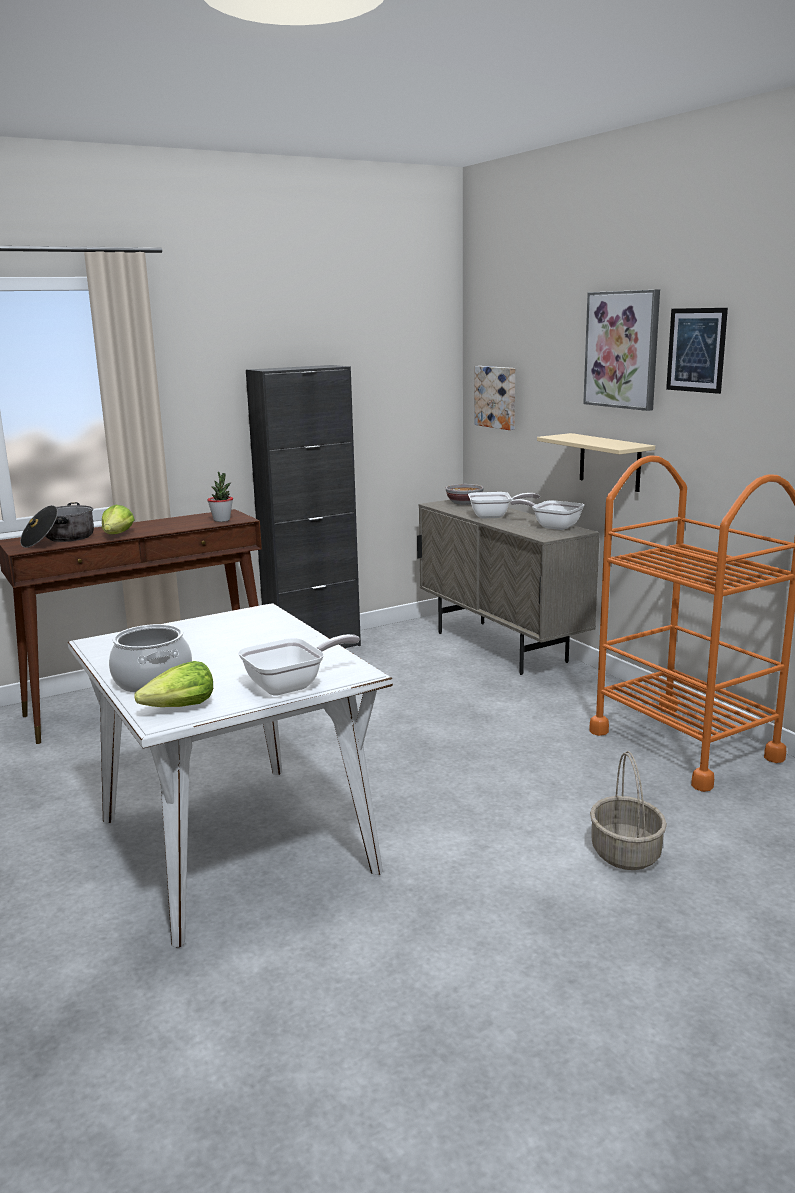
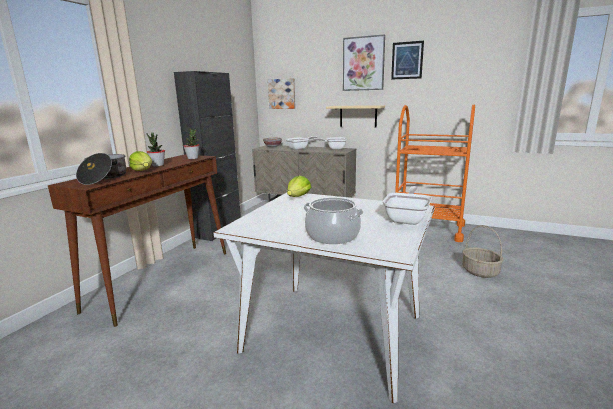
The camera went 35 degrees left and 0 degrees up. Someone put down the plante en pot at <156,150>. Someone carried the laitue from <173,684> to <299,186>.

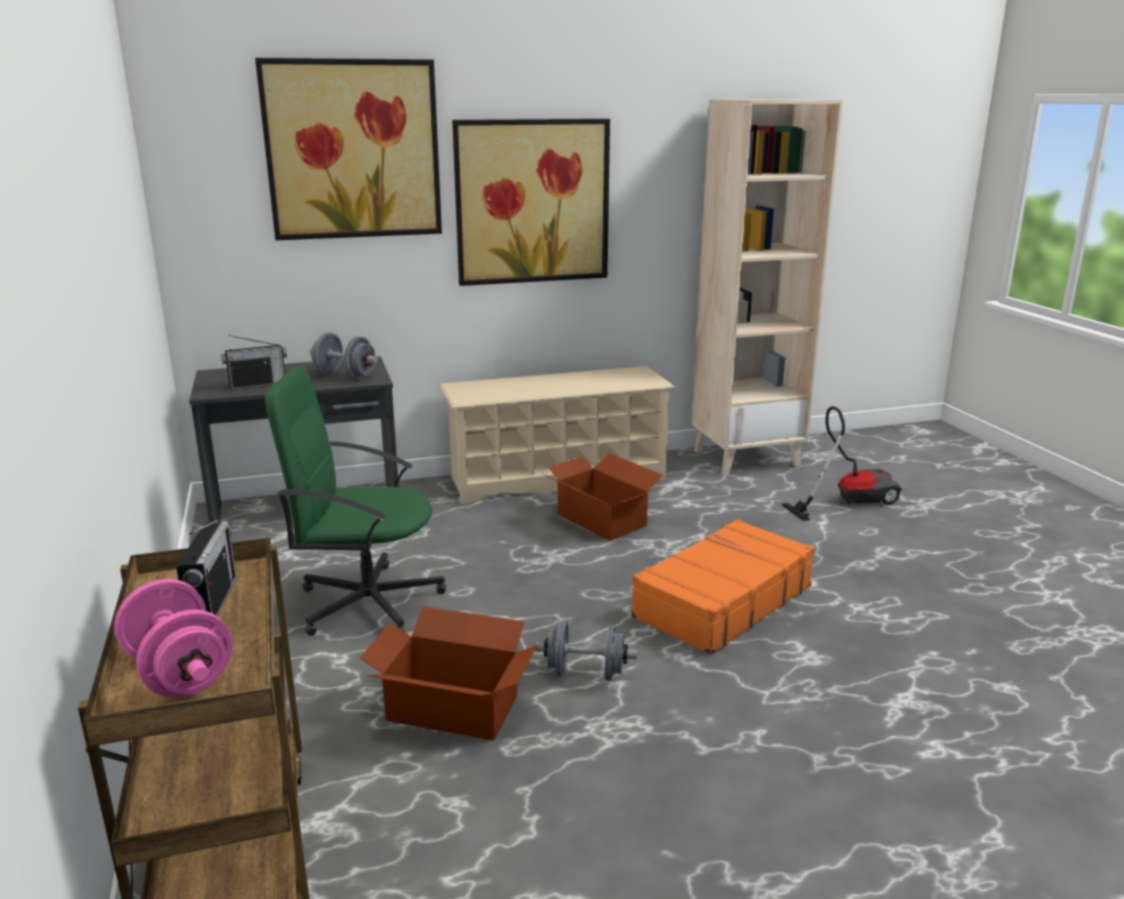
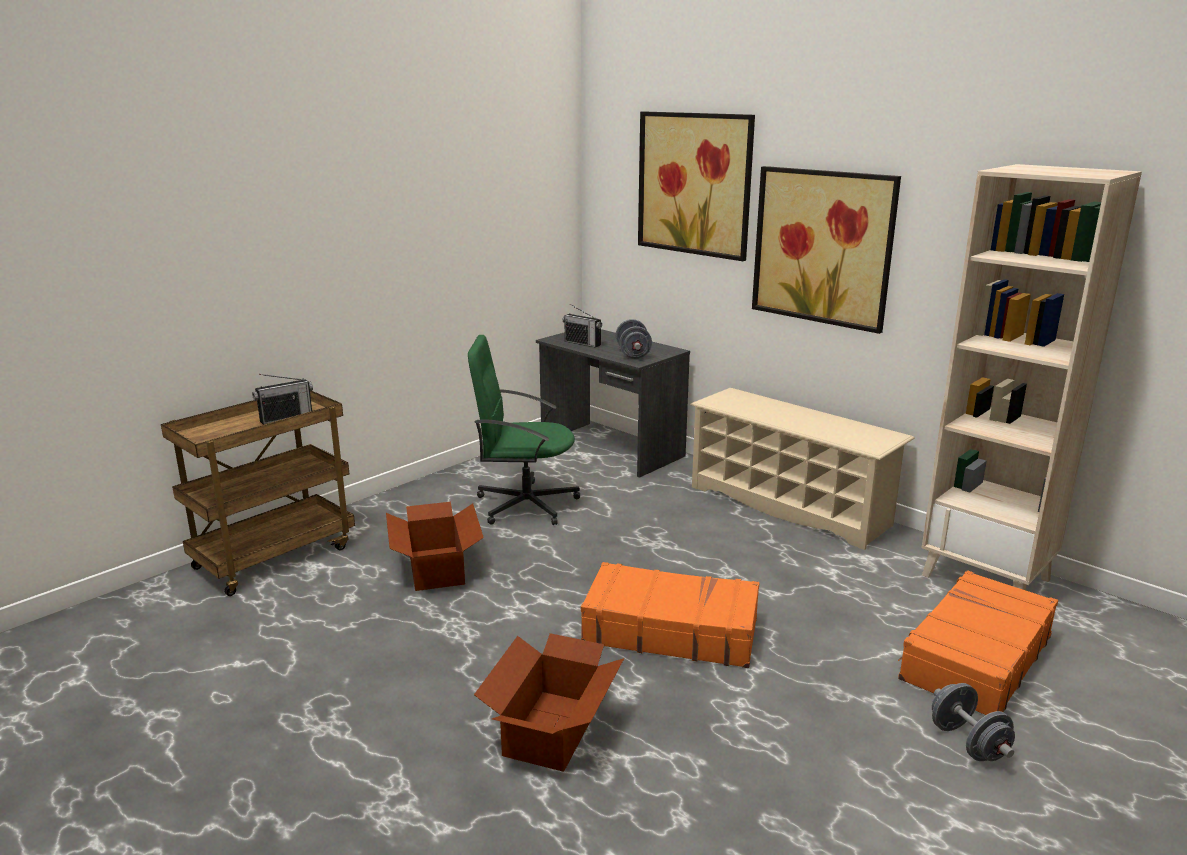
The camera went 60 degrees right and 0 degrees up. Someone rotated the chaise de bureau [vert] at <355,501> by 60 degrees counterclockwise. Someone carried the carton from <602,497> to <549,702>. Someone swapped the aspirateur at <842,463> for the valise [orange] at <978,642>. Someone carried the haltère [gris] from <586,651> to <973,722>. Someone took away the haltère [rose] at <173,638>.

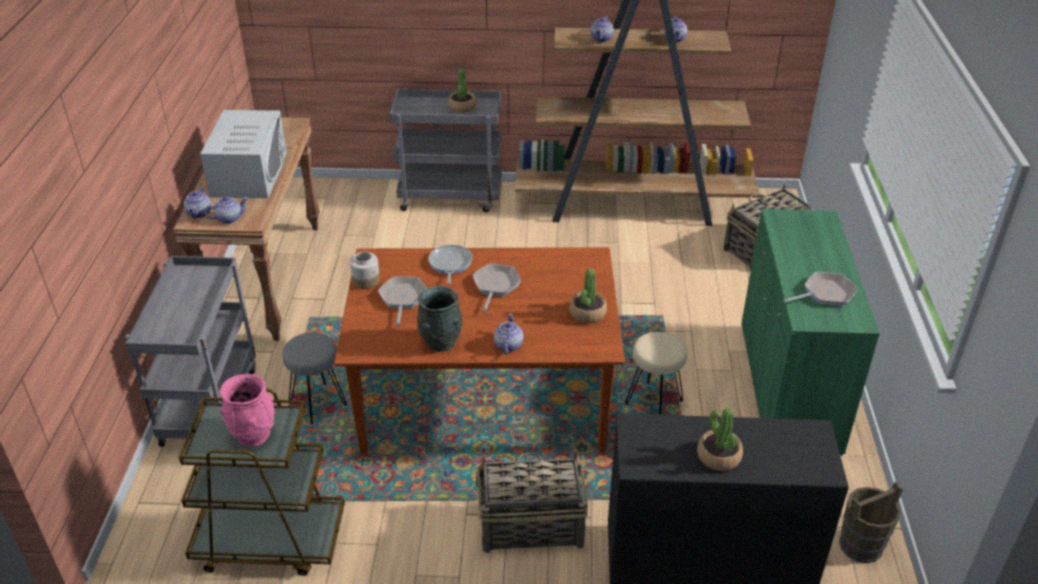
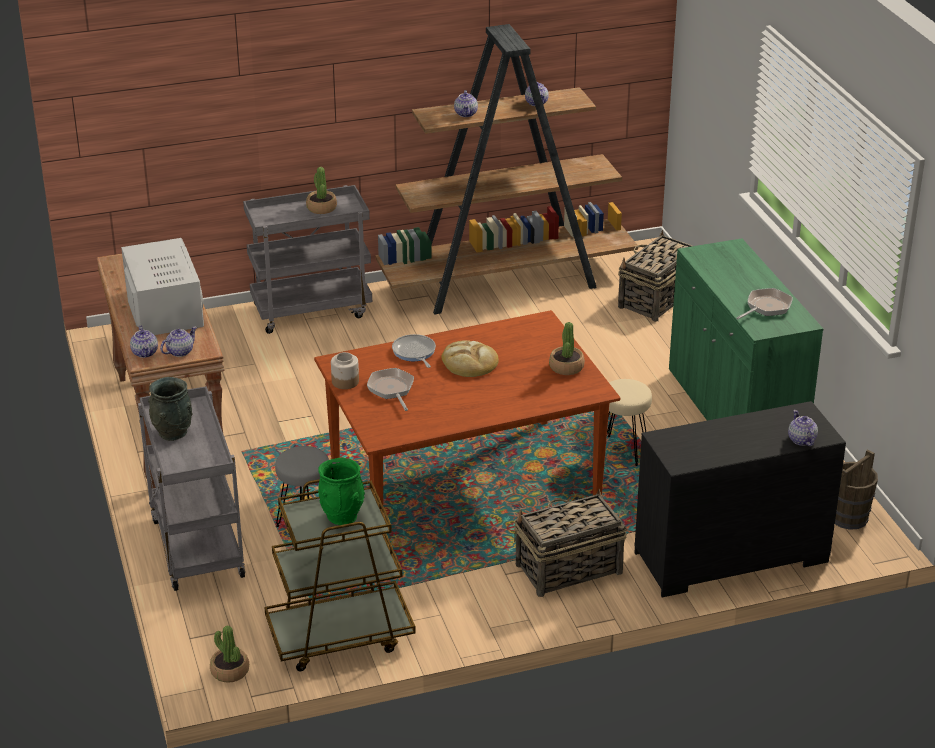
The camera went 20 degrees left and 5 degrees down. Someone carried the vase [gris] from <439,319> to <170,409>. Someone carried the plante en pot from <720,439> to <229,654>. Someone repainted the vase [rose] at <247,410>, which became the vase [vert] at <341,491>. Someone swapped the poêle at <497,287> for the pain at <470,358>. Someone carried the théière from <508,334> to <803,428>.

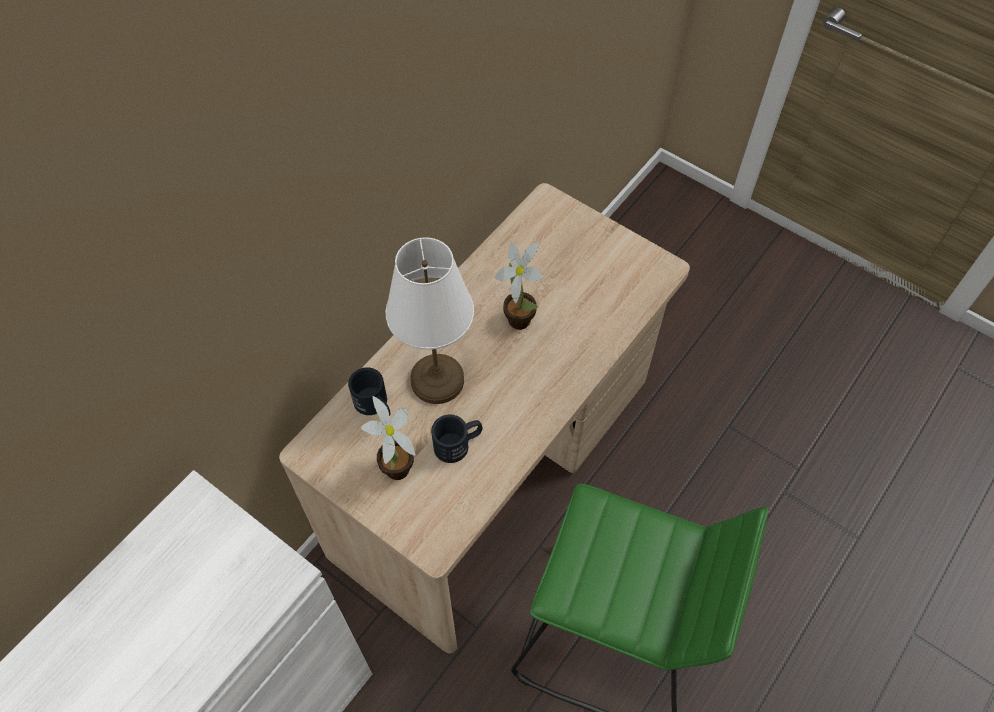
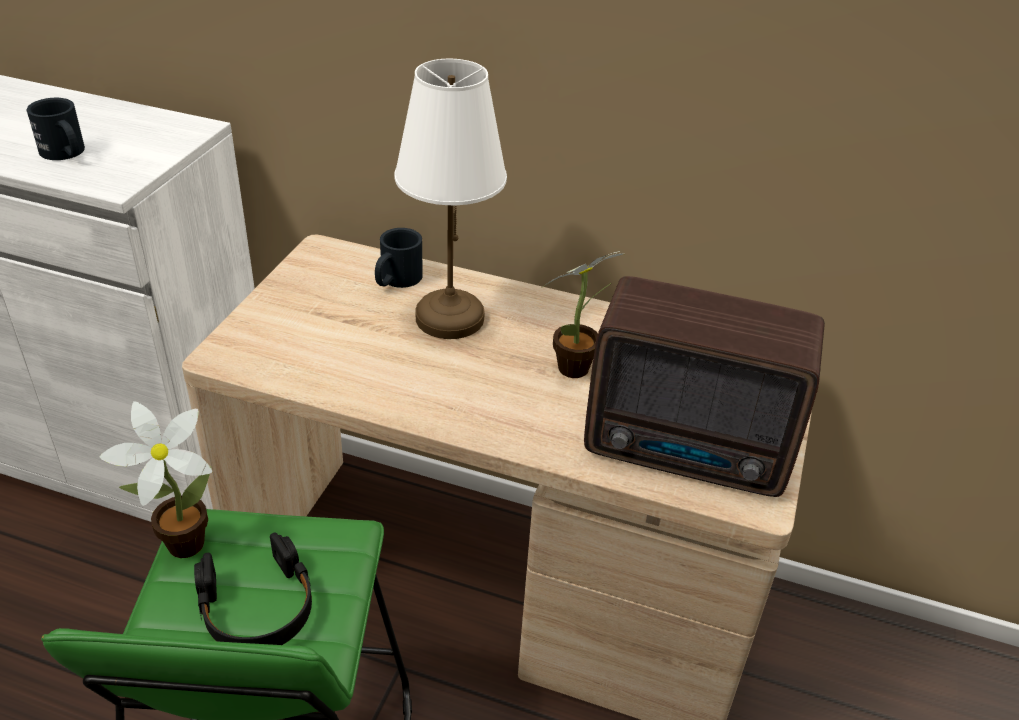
The camera went 70 degrees right and 20 degrees down. Someone carried the mug [noir] from <457,438> to <56,129>. Someone carried the plante en pot from <388,438> to <156,479>. Someone put down the casque audio [noir] at <253,589>. Someone put down the radio at <704,386>.

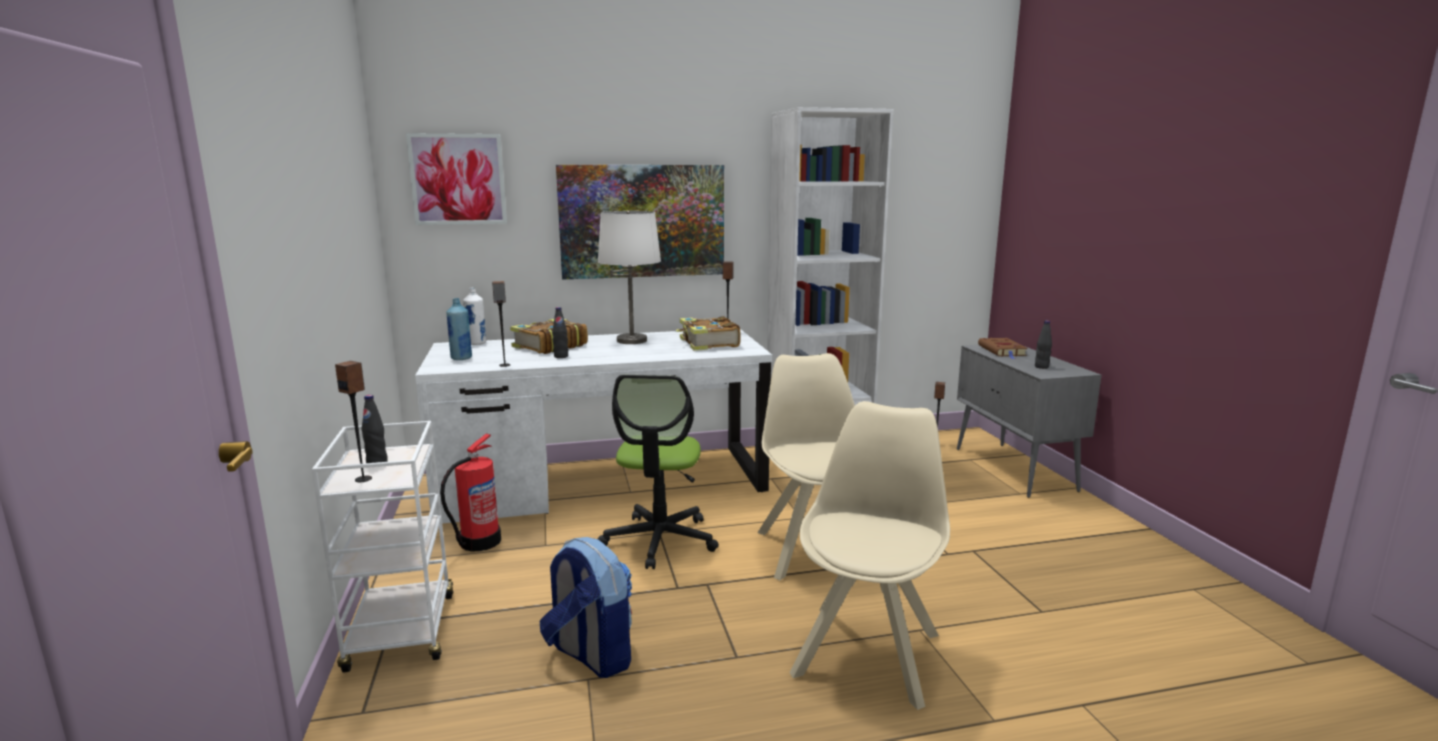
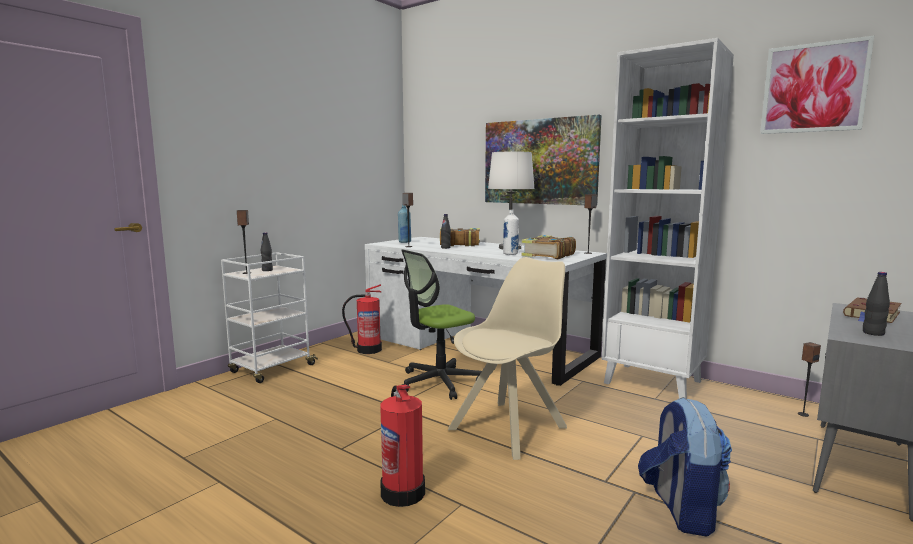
The camera went 50 degrees right and 5 degrees down. Someone swapped the chaise [beige] at <869,555> for the extincteur at <402,446>. Someone carried the bouteille [blanc] from <474,316> to <511,232>. Someone carried the sac à dos from <586,607> to <685,466>. Someone carried the tableau from <456,179> to <817,85>.

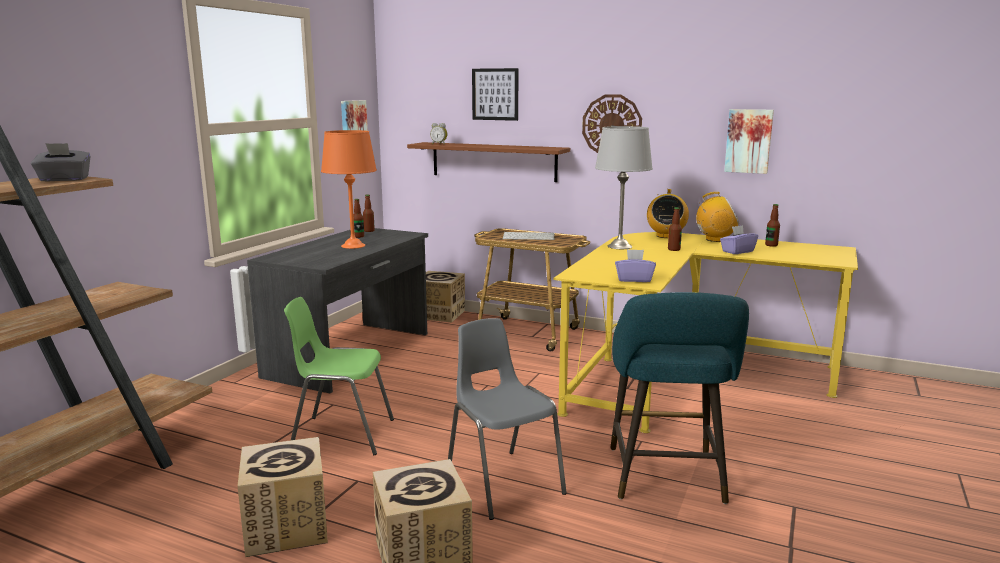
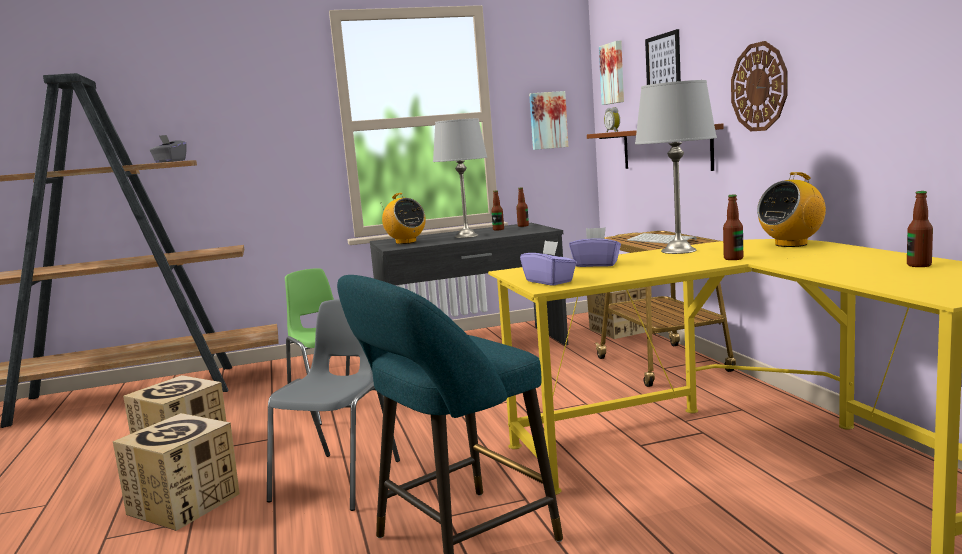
The camera went 50 degrees right and 5 degrees down. Someone carried the radio from <717,217> to <403,218>. Someone repainted the lampe de table [orange] at <349,189>, which became the lampe de table [gris] at <460,178>. Someone carried the boîte à mouchoirs [violet] from <739,239> to <595,247>. Someone carried the tableau from <749,141> to <611,73>.

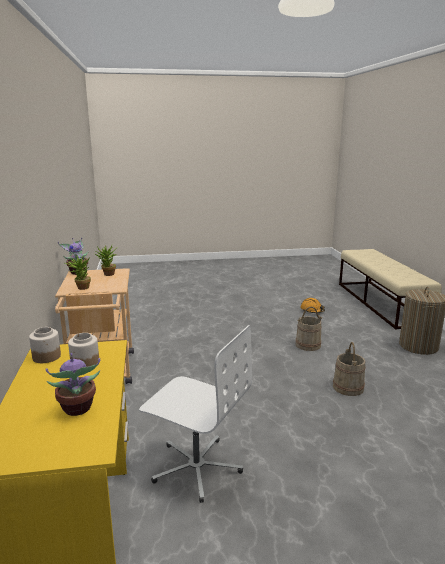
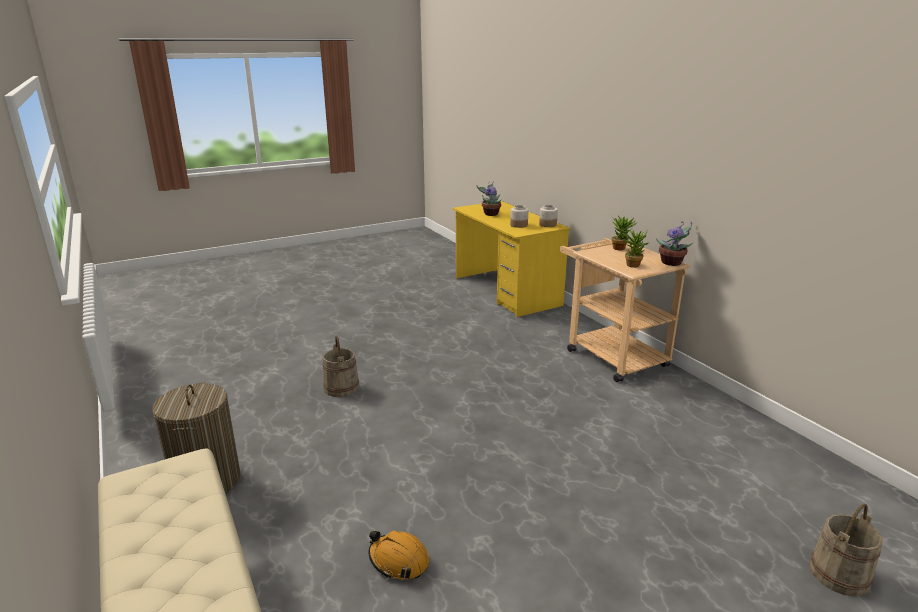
The camera went 160 degrees right and 5 degrees up. Someone carried the seau [beige] from <309,329> to <845,550>. Someone took away the chaise de bureau [blanc] at <195,414>.

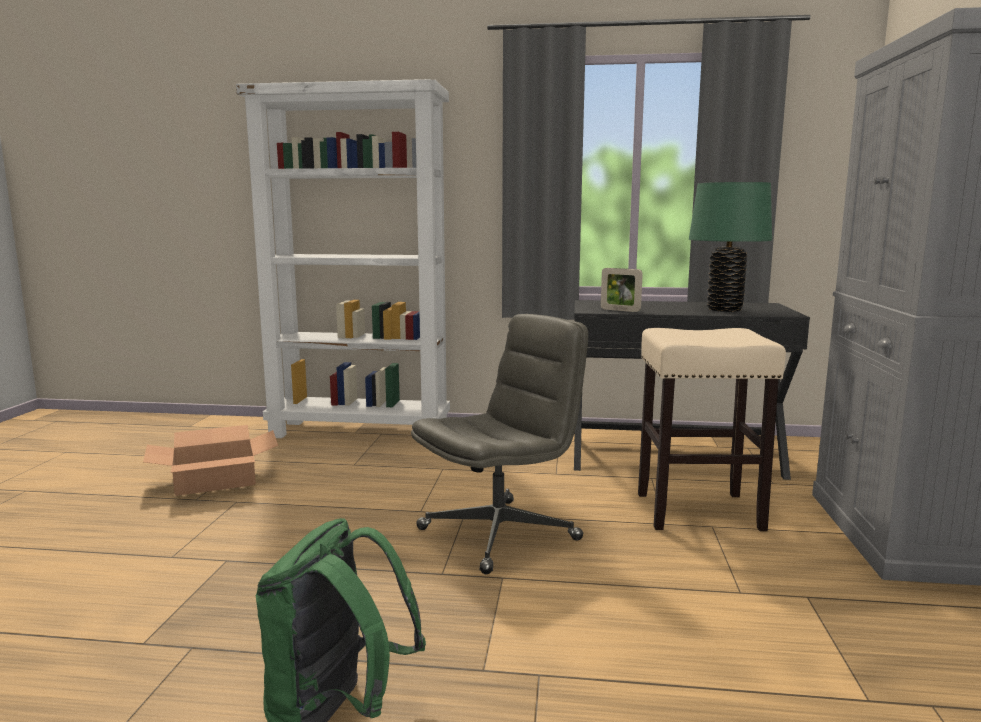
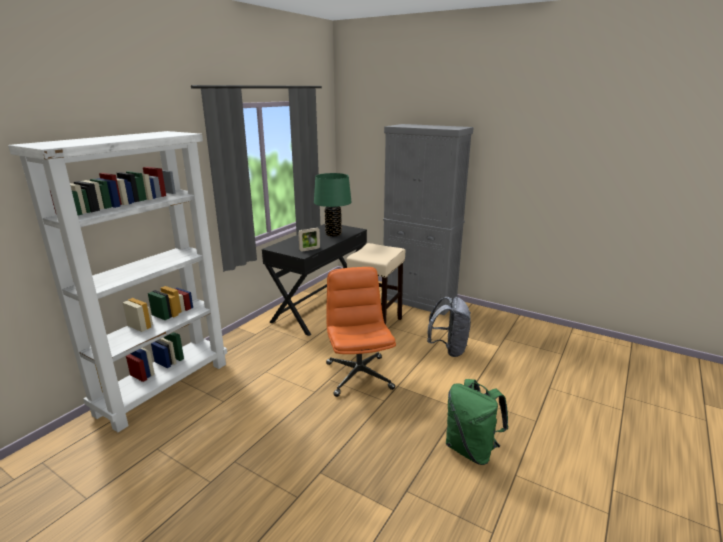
The camera went 65 degrees left and 10 degrees up. Someone repainted the chaise de bureau [gris] at <499,444>, which became the chaise de bureau [orange] at <361,332>. Someone put down the sac à dos [gris] at <449,327>. Someone took away the carton at <210,460>.

